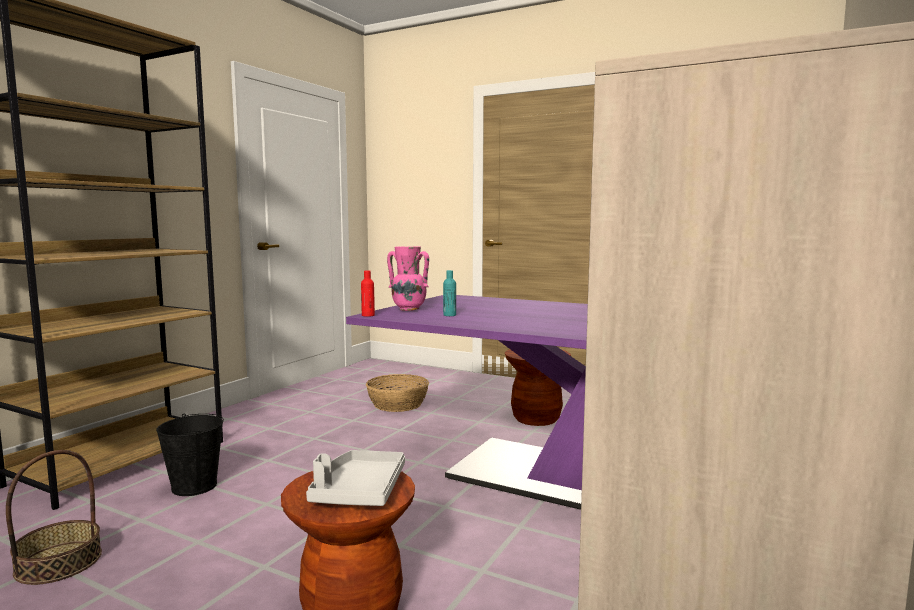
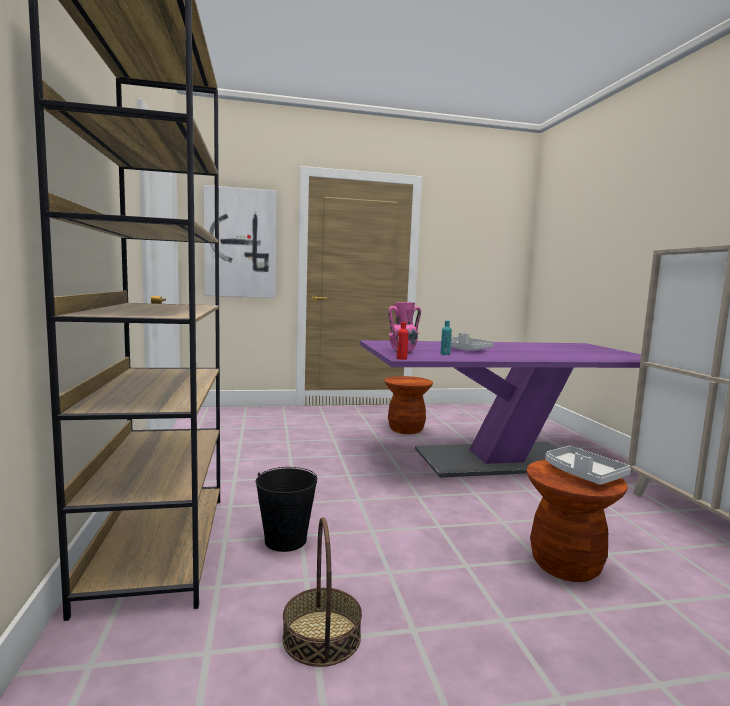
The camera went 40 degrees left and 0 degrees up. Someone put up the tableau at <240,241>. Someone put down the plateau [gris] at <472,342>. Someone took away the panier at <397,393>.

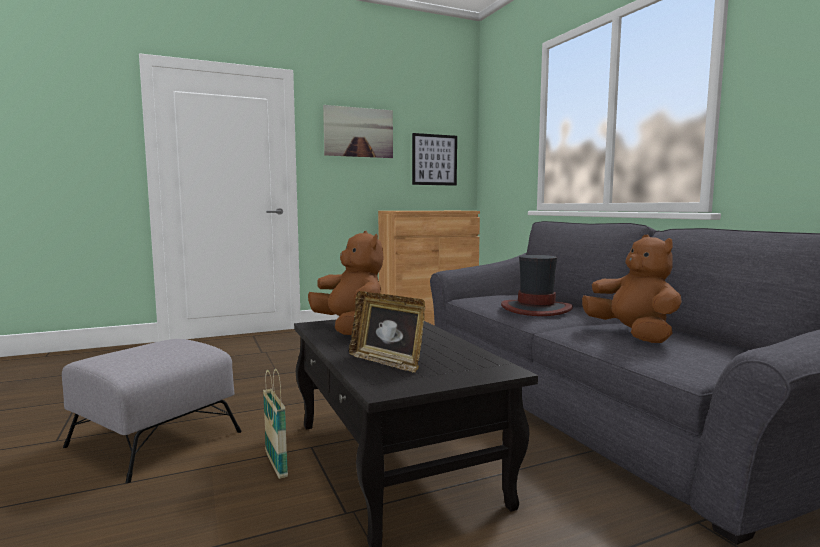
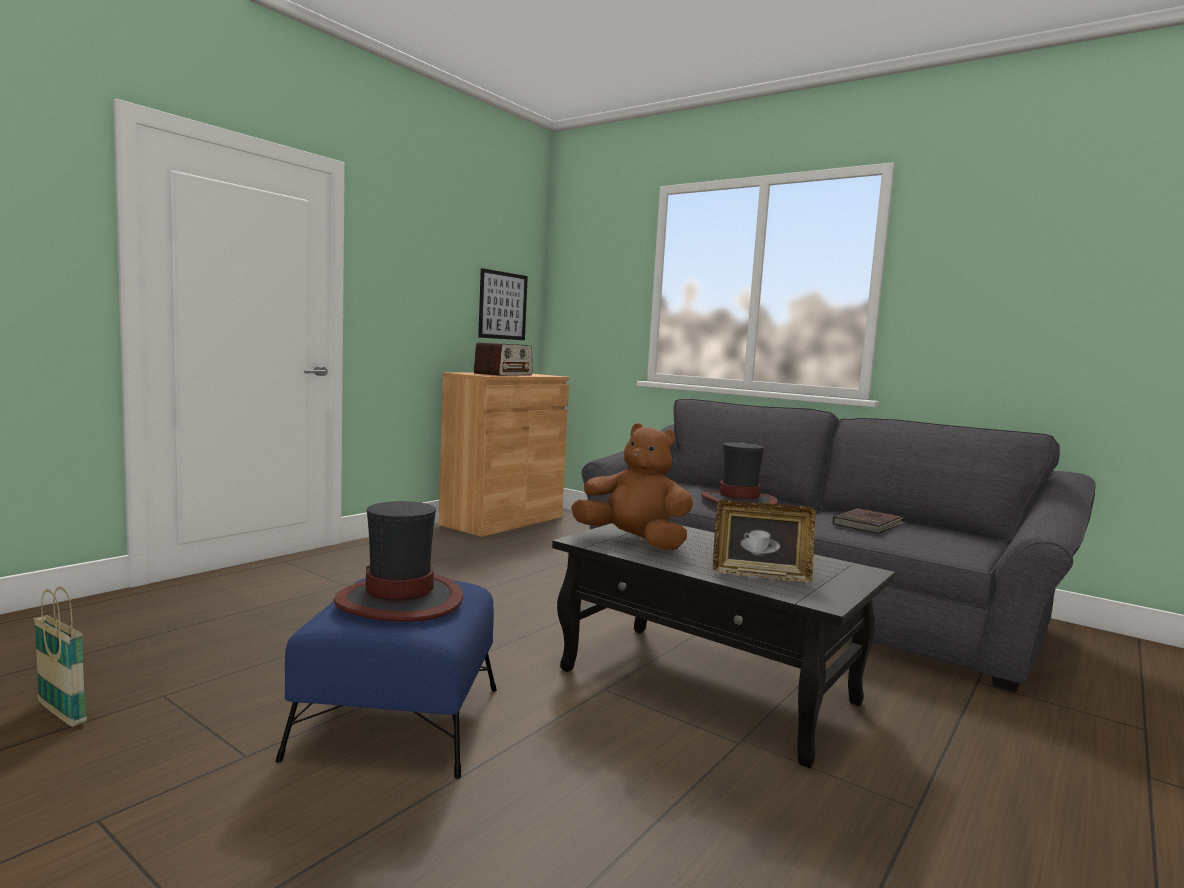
The camera went 30 degrees left and 0 degrees up. Someone carried the panier from <275,423> to <60,656>. Someone repainted the pouf [gris] at <152,411>, which became the pouf [bleu] at <386,678>. Someone put down the chapeau at <398,561>. Someone put down the radio at <503,359>. Someone swapped the peluche [marron] at <632,288> for the livre [marron] at <869,521>. Someone took away the tableau at <358,131>.

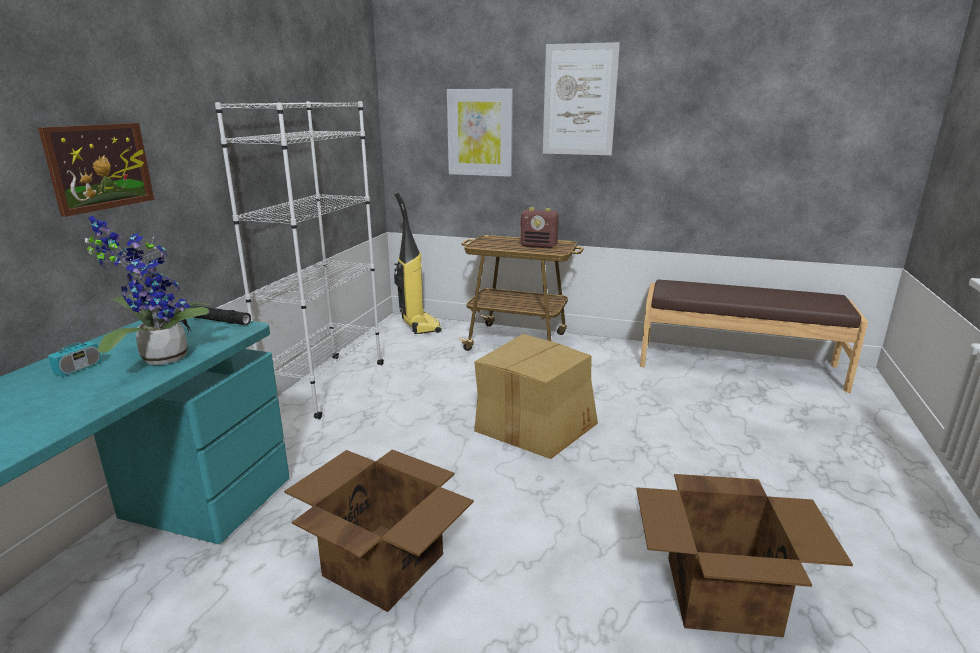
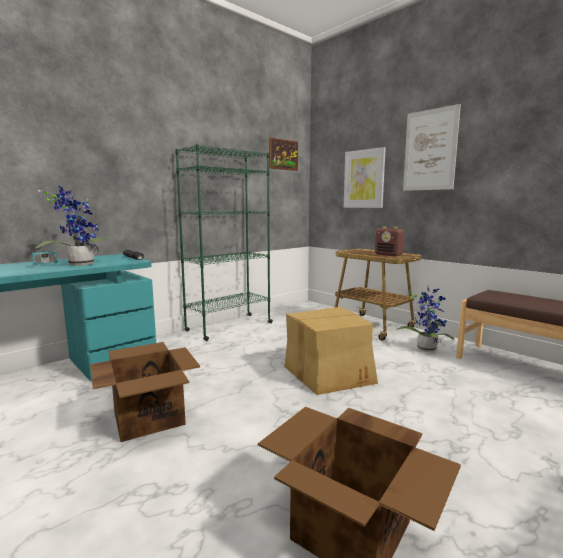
The camera went 30 degrees right and 10 degrees down. Someone repainted the bibliothèque [blanc] at <299,260>, which became the bibliothèque [vert] at <224,242>. Someone carried the tableau from <96,170> to <283,154>. Someone put down the plante en pot at <425,320>. Someone took away the aspirateur at <418,263>.

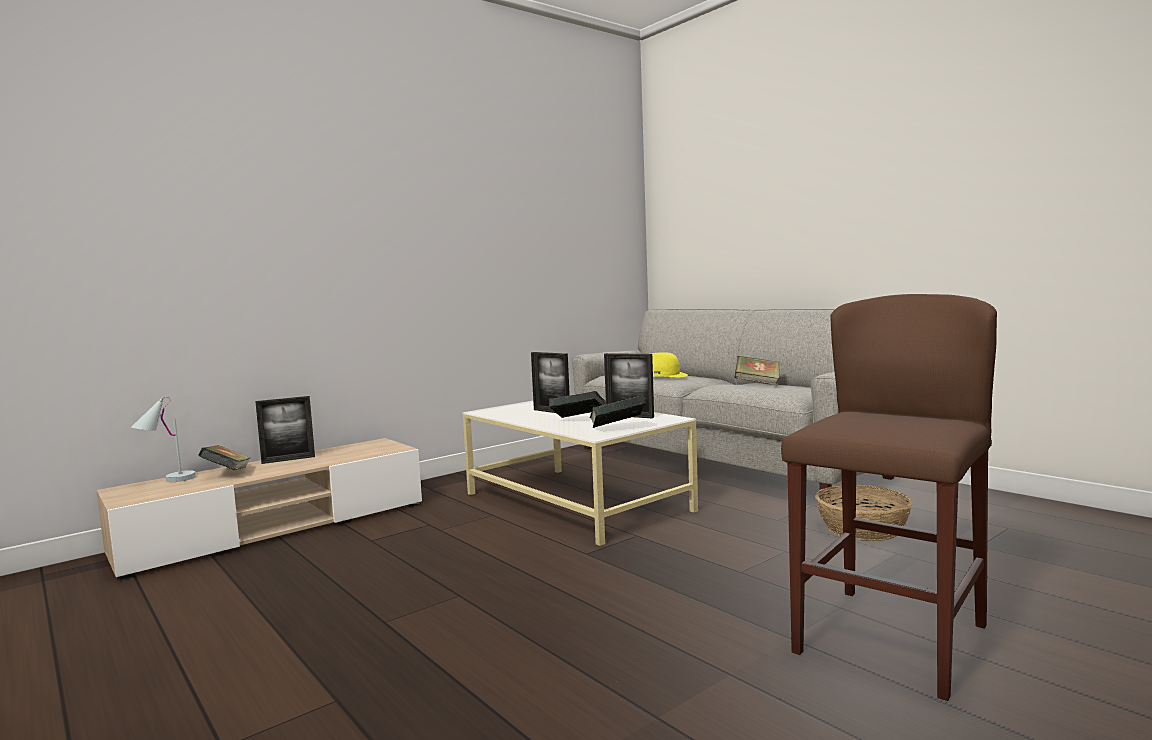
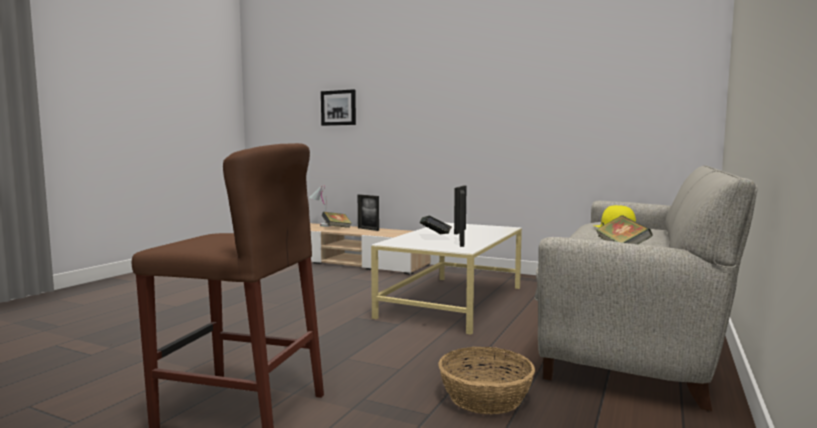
The camera went 65 degrees right and 0 degrees up. Someone put up the tableau at <338,107>. Someone took away the livre at <618,411>.

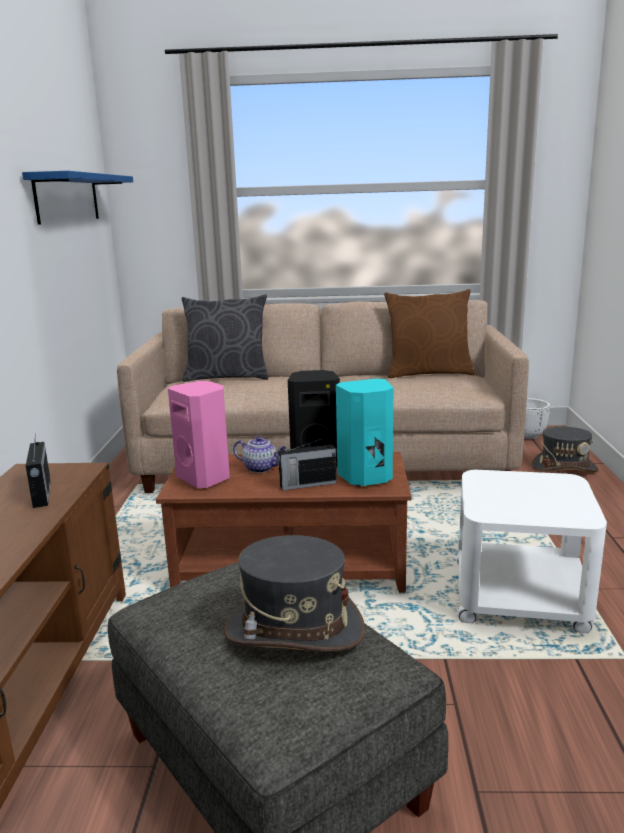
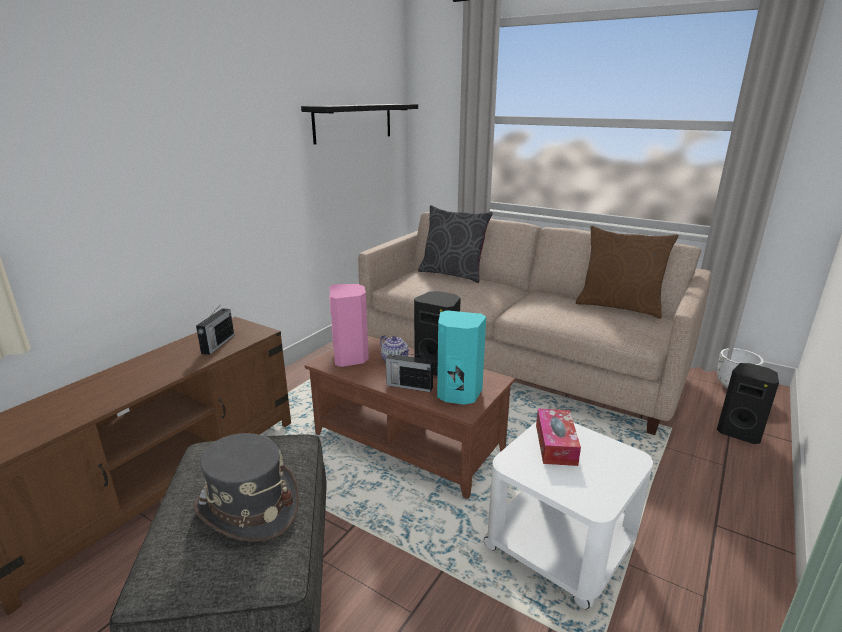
The camera went 30 degrees right and 5 degrees up. Someone repainted the étagère [bleu] at <77,198>, which became the étagère [noir] at <359,124>. Someone put down the boîte à mouchoirs at <558,437>. Someone swapped the chapeau [gris] at <565,449> for the enceinte [noir] at <748,403>.

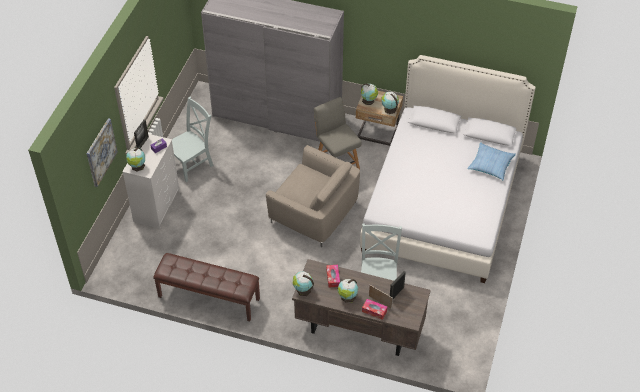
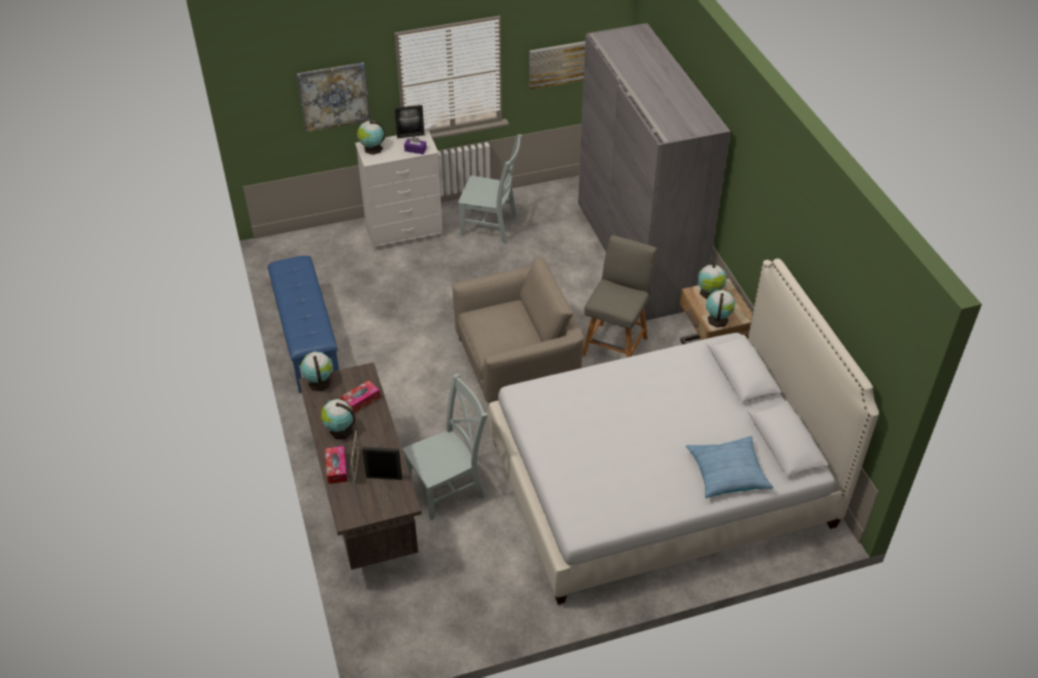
The camera went 55 degrees right and 5 degrees down. Someone repainted the banc [marron] at <206,287>, which became the banc [bleu] at <303,324>. Someone rotated the fauteuil [beige] at <313,196> by 105 degrees counterclockwise. Someone put up the tableau at <557,65>.

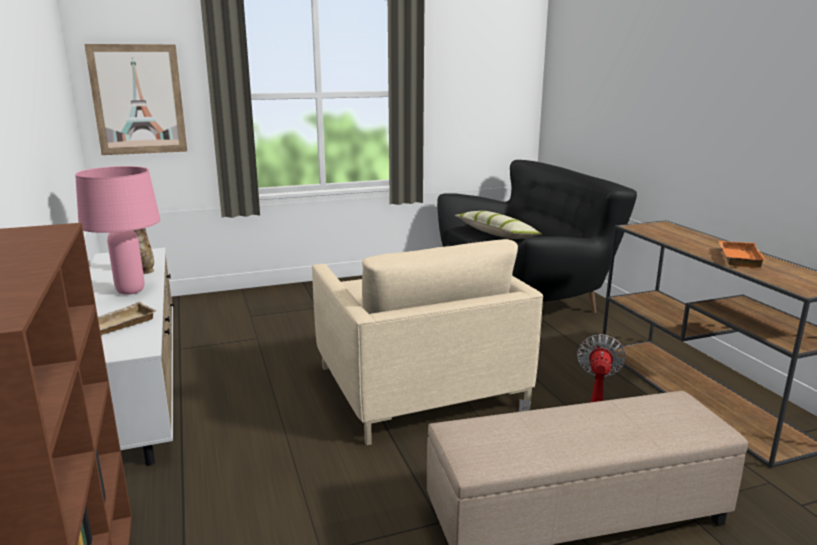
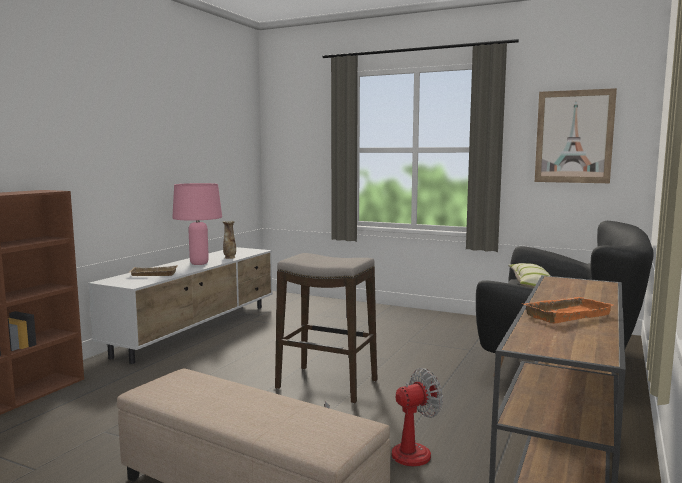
The camera went 45 degrees right and 10 degrees down. Someone swapped the fauteuil [beige] at <427,342> for the tabouret at <326,328>. Someone carried the tableau from <135,99> to <576,135>.

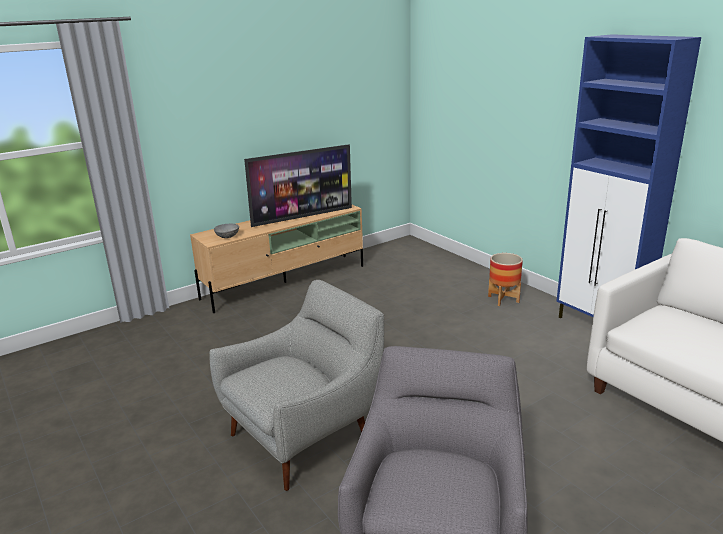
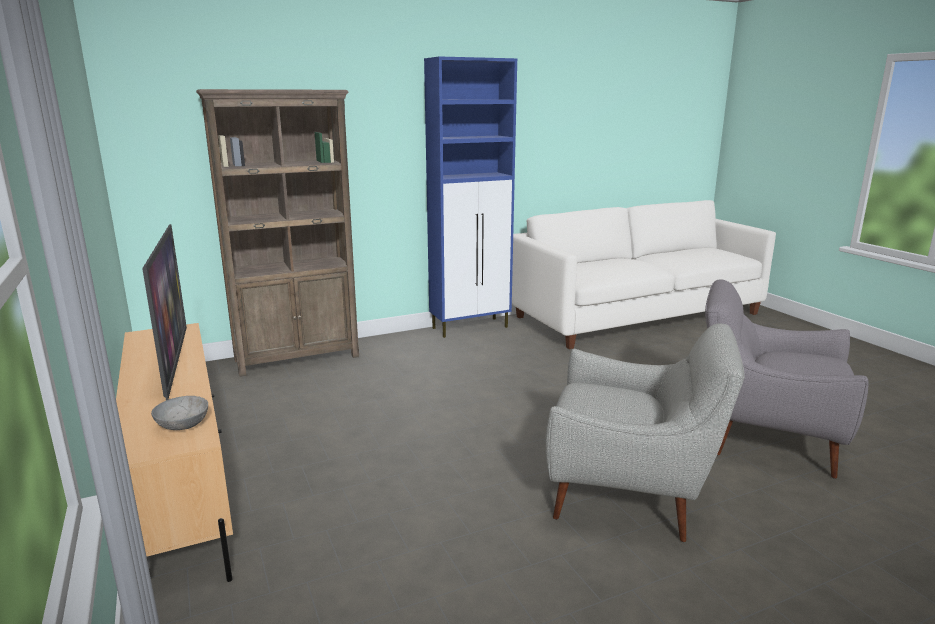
The camera went 80 degrees left and 5 degrees down. Someone put down the bibliothèque [marron] at <277,233>. Someone rotated the fauteuil [gris] at <296,385> by 135 degrees clockwise. Someone took away the cache-pot at <505,279>.

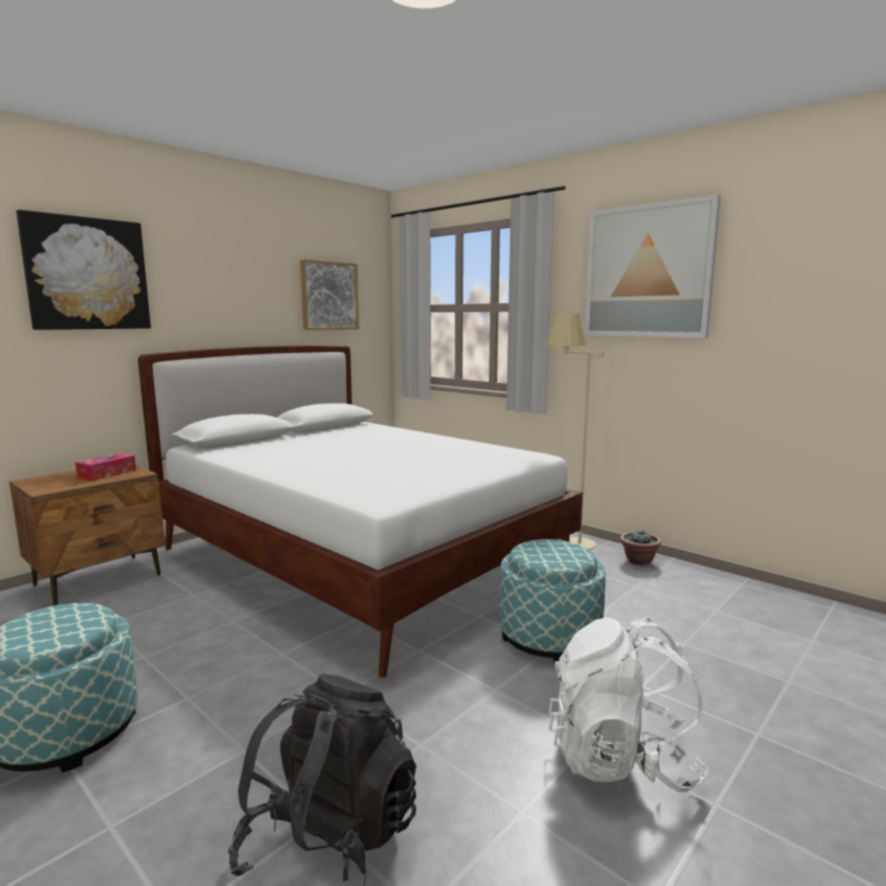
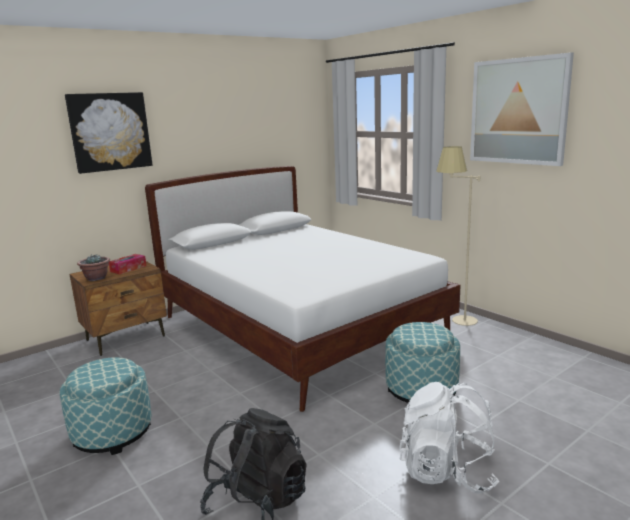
The camera went 10 degrees right and 5 degrees up. Someone carried the plante en pot from <641,548> to <93,267>. Someone took away the tableau at <329,294>.

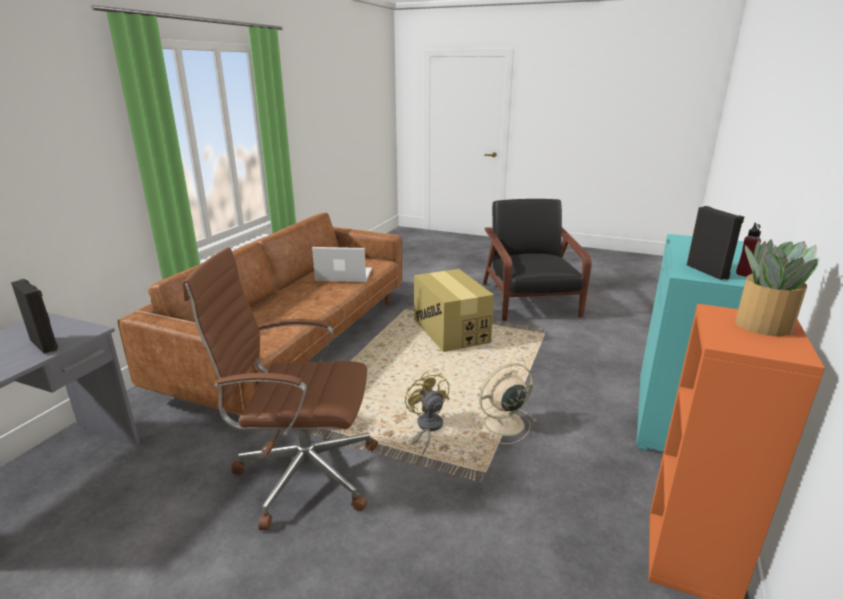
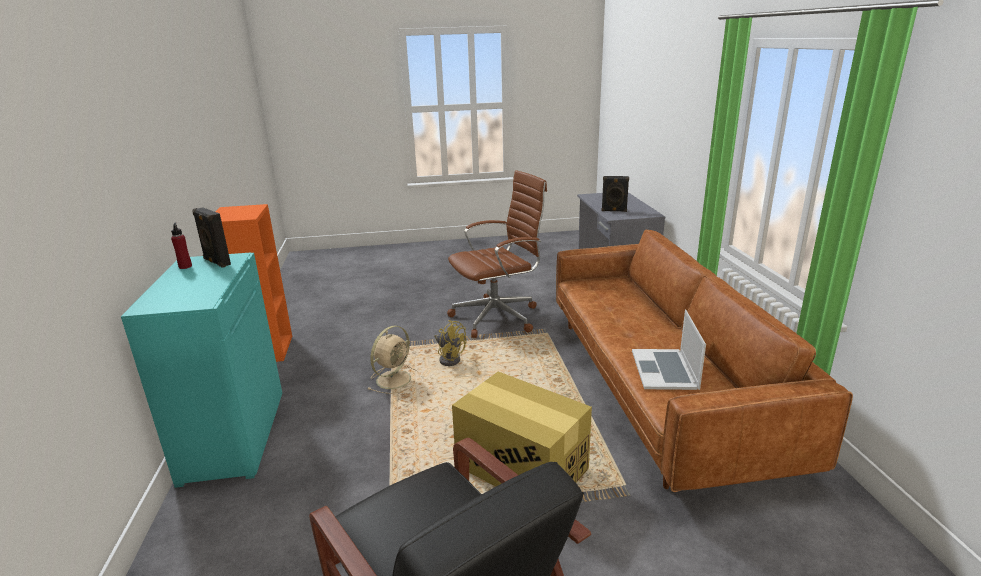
The camera went 150 degrees right and 0 degrees up. Someone rotated the ordinateur portable at <342,264> by 120 degrees clockwise. Someone took away the plante en pot at <777,287>.

